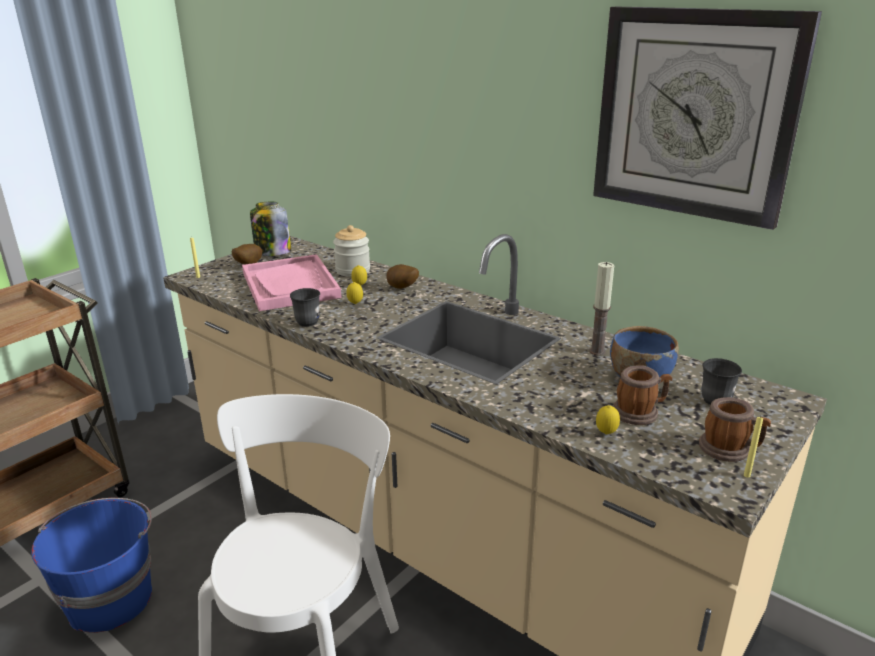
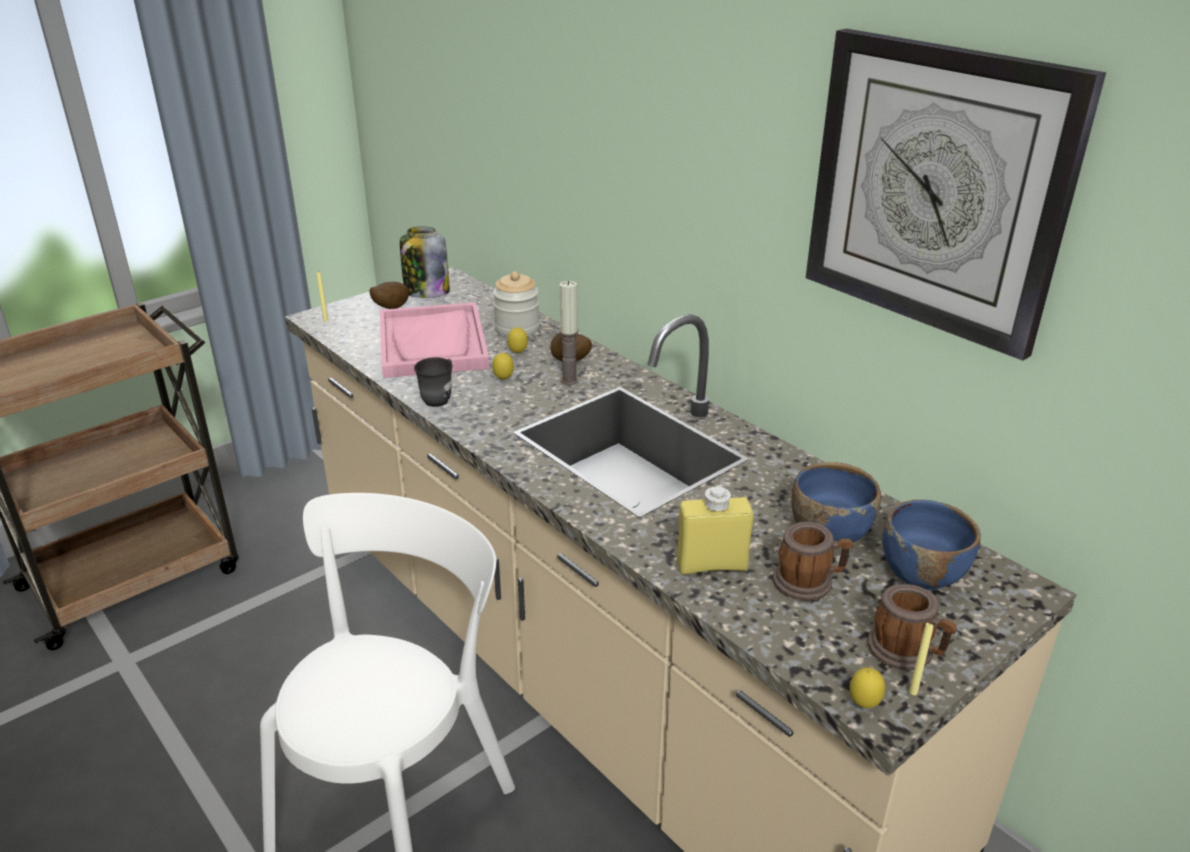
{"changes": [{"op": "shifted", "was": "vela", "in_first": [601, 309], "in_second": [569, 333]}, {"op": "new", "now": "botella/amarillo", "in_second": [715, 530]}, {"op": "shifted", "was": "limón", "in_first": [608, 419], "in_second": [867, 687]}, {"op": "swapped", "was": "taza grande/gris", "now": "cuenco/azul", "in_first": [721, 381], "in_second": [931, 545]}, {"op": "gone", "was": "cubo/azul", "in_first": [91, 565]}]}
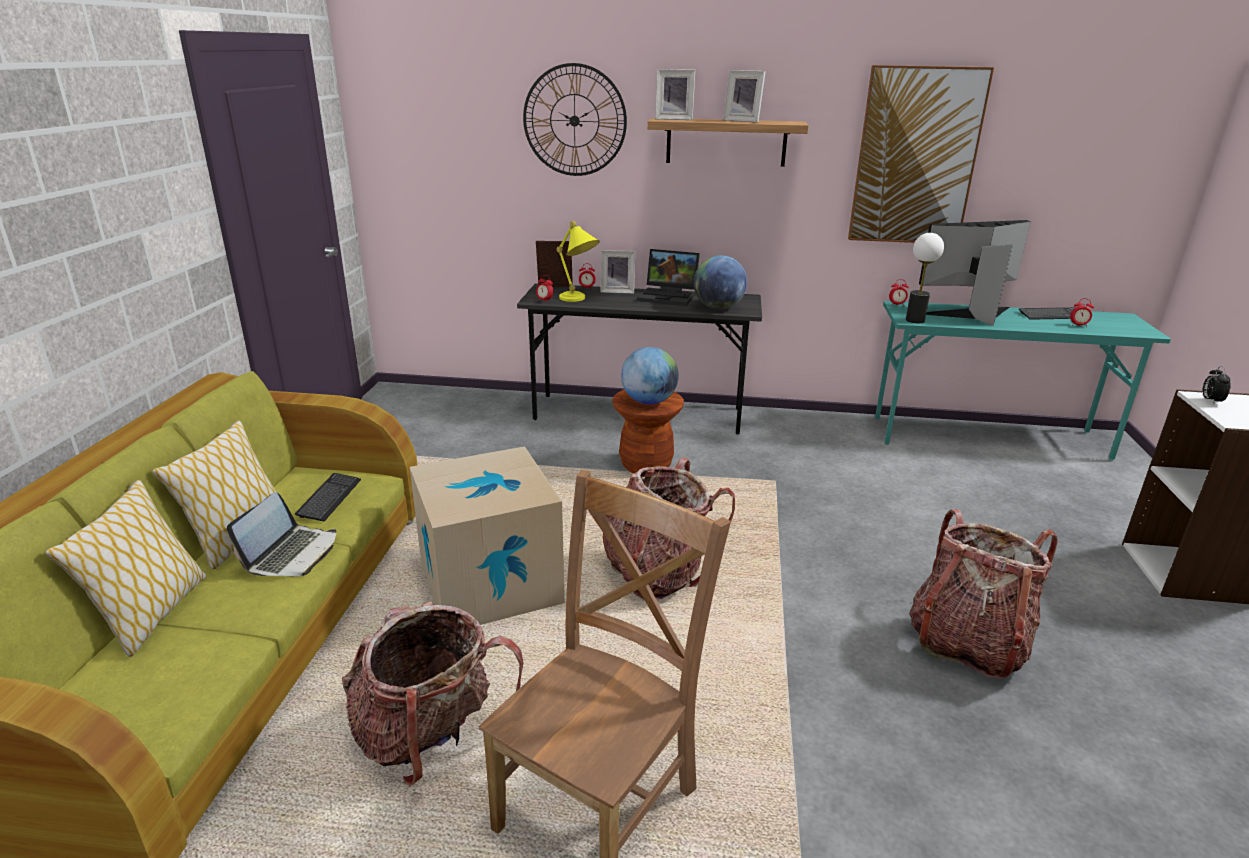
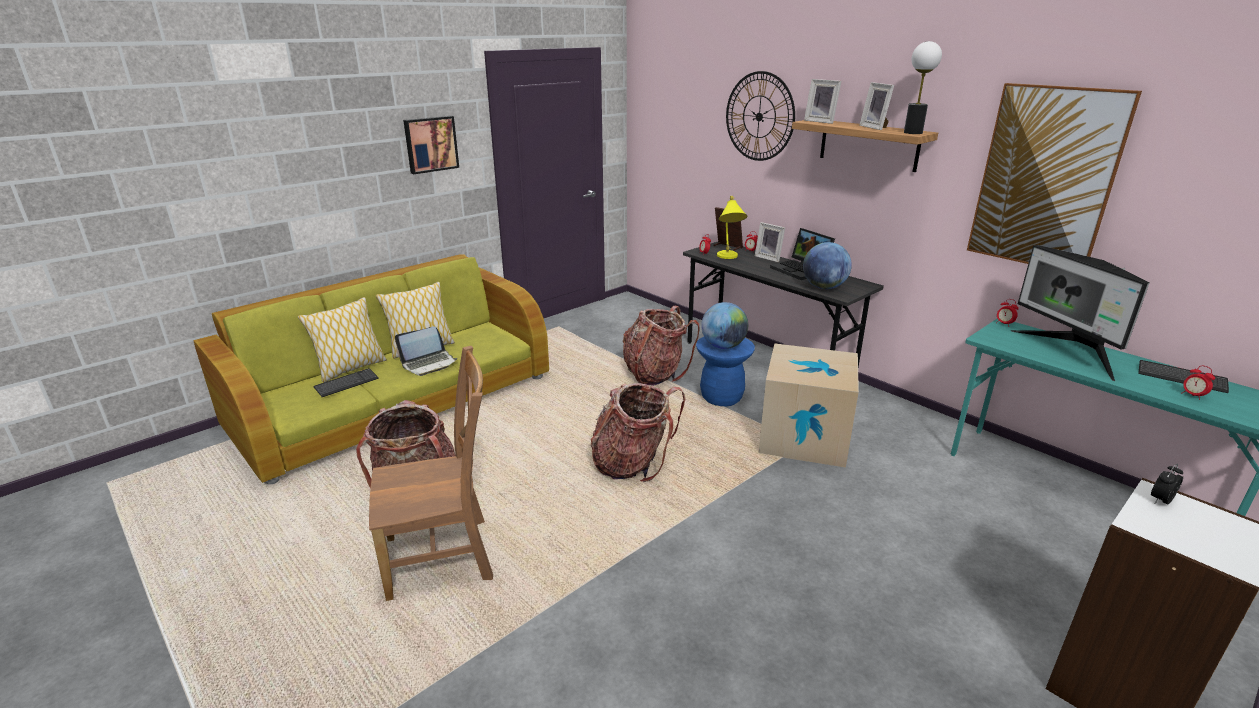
{"changes": [{"op": "shifted", "was": "teclado", "in_first": [328, 497], "in_second": [346, 382]}, {"op": "new", "now": "cuadro", "in_second": [431, 145]}, {"op": "shifted", "was": "mochila", "in_first": [983, 594], "in_second": [660, 346]}, {"op": "repainted", "was": "taburete/marrón", "now": "taburete/azul", "in_first": [648, 432], "in_second": [725, 372]}, {"op": "shifted", "was": "caja de cartón", "in_first": [487, 535], "in_second": [809, 405]}, {"op": "shifted", "was": "lámpara de mesa", "in_first": [925, 278], "in_second": [923, 87]}, {"op": "rotated", "was": "monitor", "in_first": [975, 273], "in_second": [1080, 313], "clockwise": -135}]}
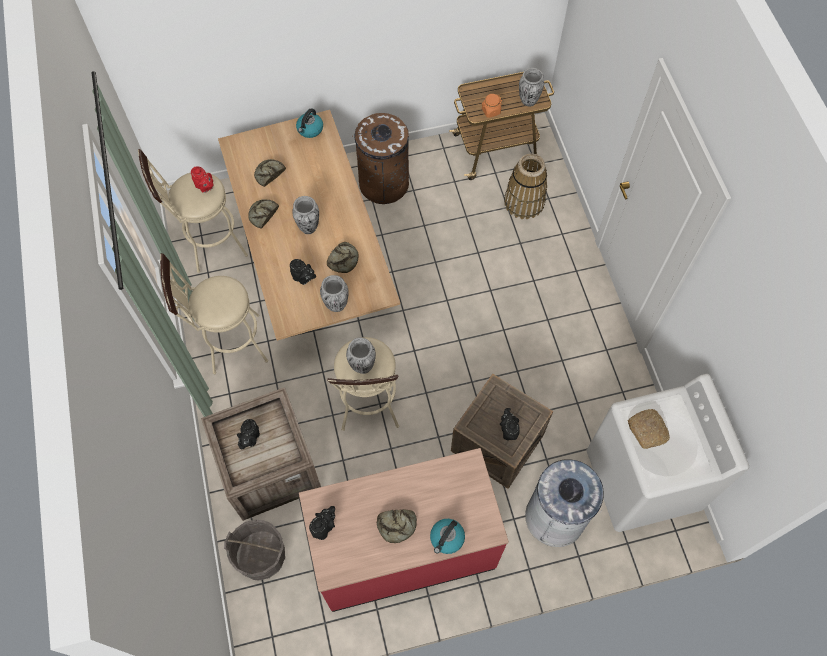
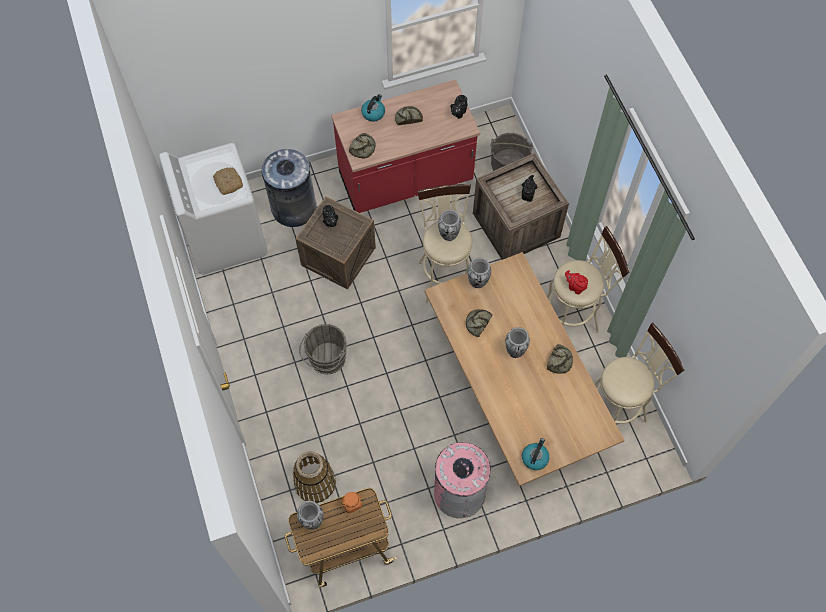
{"changes": [{"op": "new", "now": "cubo/gris", "in_second": [323, 349]}, {"op": "shifted", "was": "pan", "in_first": [270, 173], "in_second": [362, 145]}, {"op": "repainted", "was": "papelera/marrón", "now": "papelera/rosa", "in_first": [380, 158], "in_second": [462, 480]}, {"op": "shifted", "was": "tetera/rojo", "in_first": [202, 179], "in_second": [576, 282]}, {"op": "gone", "was": "tetera/negro", "in_first": [303, 272]}]}
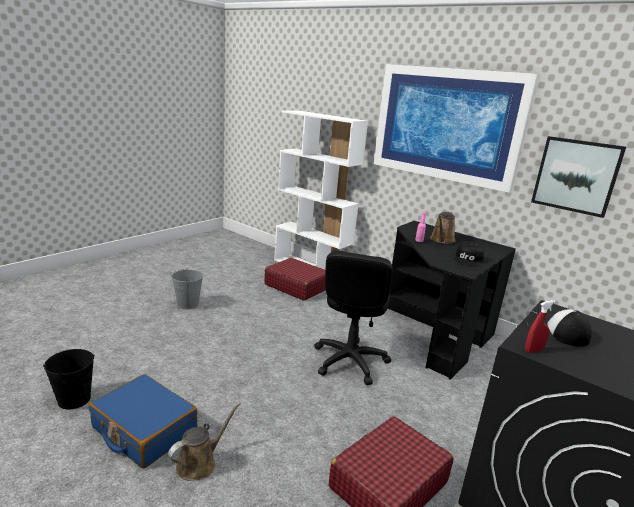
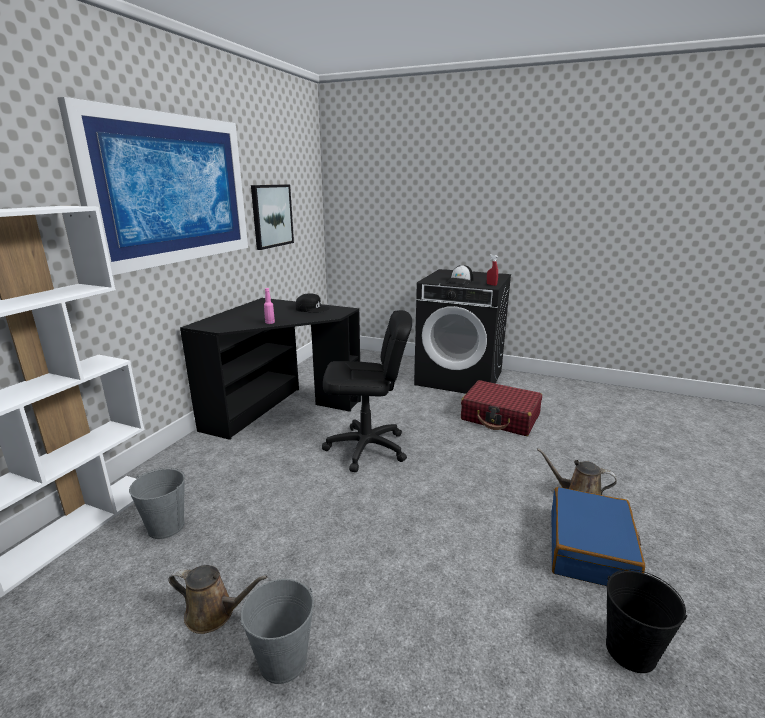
{"changes": [{"op": "swapped", "was": "maleta/rojo", "now": "cubo/gris", "in_first": [295, 279], "in_second": [157, 503]}, {"op": "shifted", "was": "regadera/marrón", "in_first": [442, 228], "in_second": [217, 599]}]}
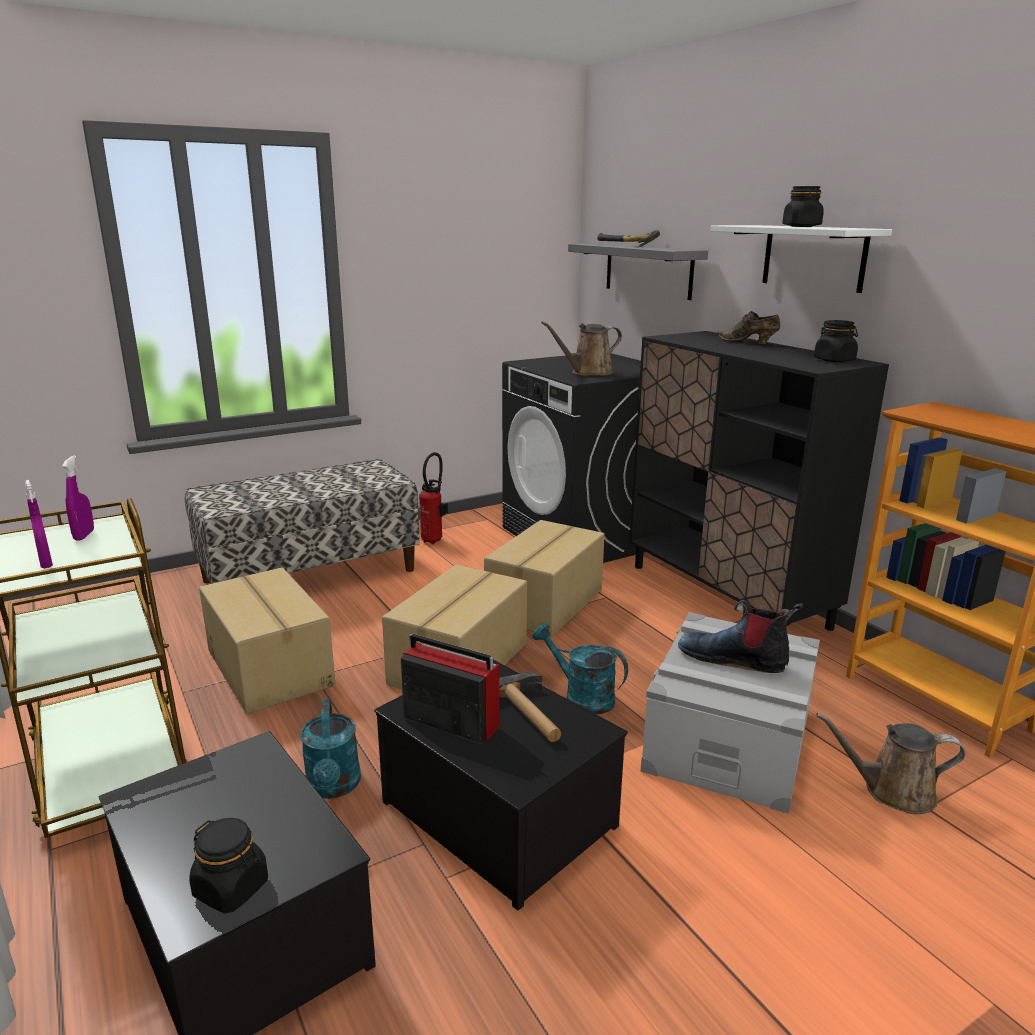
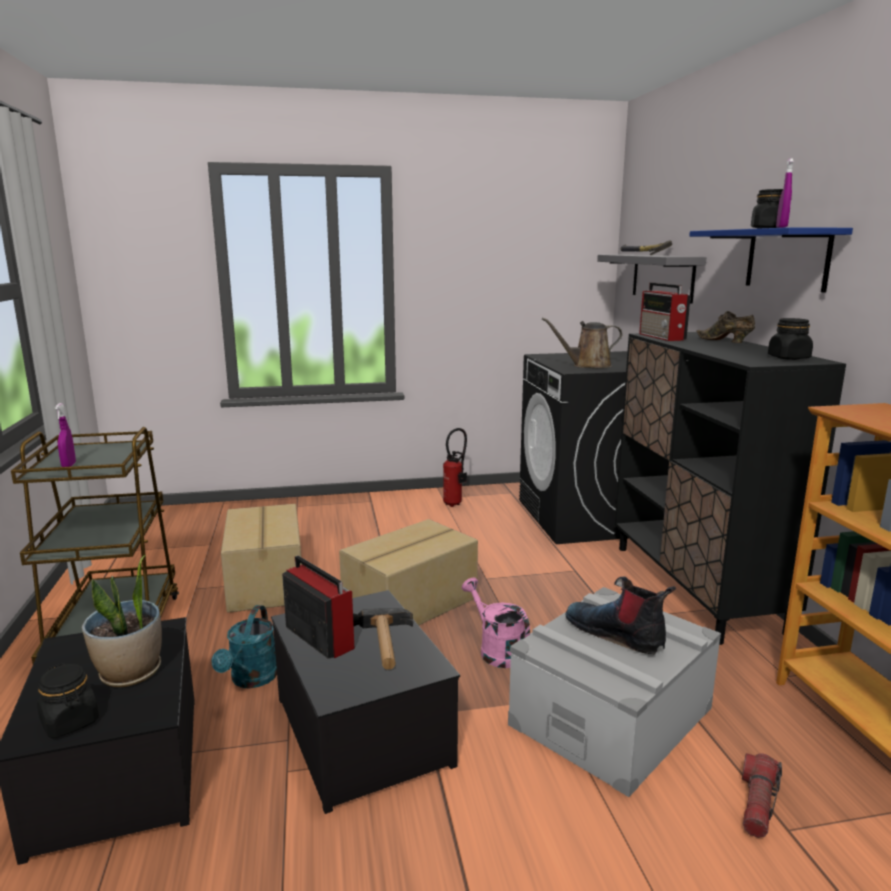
{"changes": [{"op": "new", "now": "planta en maceta", "in_second": [122, 621]}, {"op": "repainted", "was": "regadera/turquesa", "now": "regadera/rosa", "in_first": [580, 668], "in_second": [496, 623]}, {"op": "new", "now": "radio", "in_second": [665, 311]}, {"op": "repainted", "was": "estante/blanco", "now": "estante/azul", "in_first": [801, 259], "in_second": [771, 260]}, {"op": "swapped", "was": "regadera/marrón", "now": "linterna", "in_first": [890, 763], "in_second": [762, 795]}, {"op": "shifted", "was": "pulverizador/morado", "in_first": [78, 498], "in_second": [785, 193]}, {"op": "gone", "was": "banco", "in_first": [302, 521]}, {"op": "gone", "was": "caja de cartón", "in_first": [544, 578]}]}
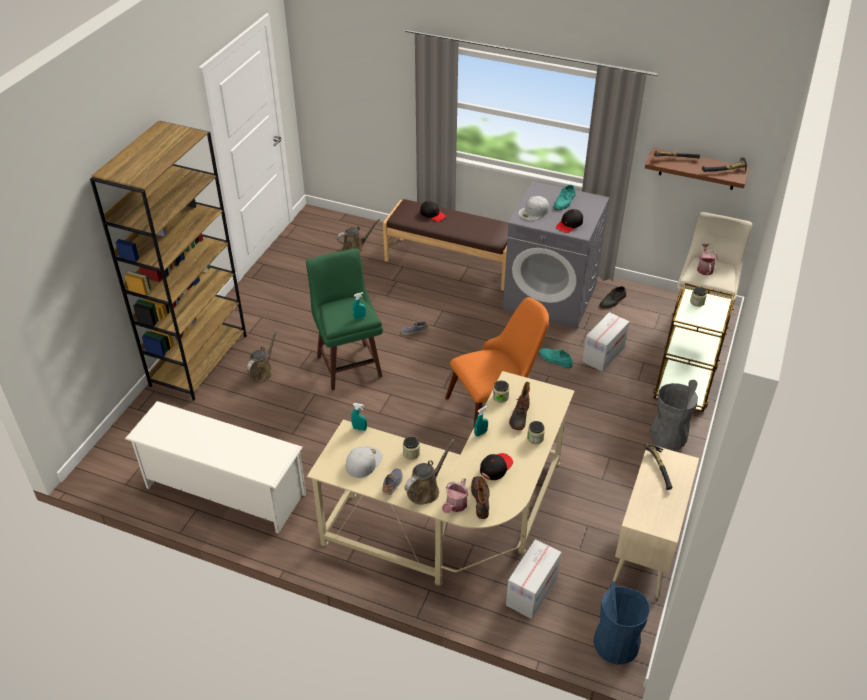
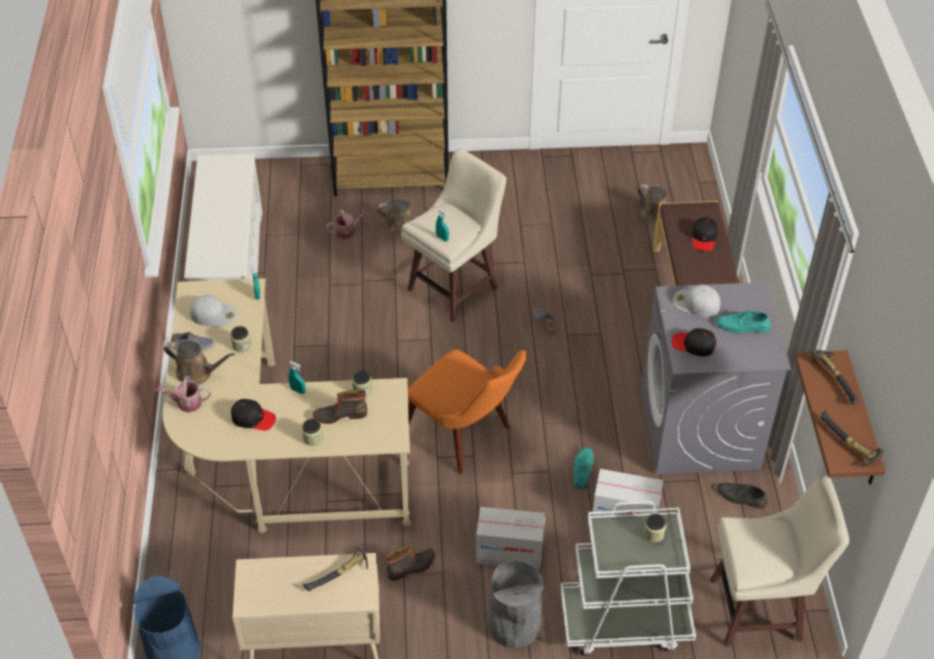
{"changes": [{"op": "shifted", "was": "regadera", "in_first": [707, 259], "in_second": [347, 224]}, {"op": "shifted", "was": "bota", "in_first": [480, 497], "in_second": [410, 563]}, {"op": "repainted", "was": "taburete/verde", "now": "taburete/beis", "in_first": [344, 319], "in_second": [454, 235]}, {"op": "shifted", "was": "caja de cartón", "in_first": [533, 579], "in_second": [510, 538]}, {"op": "repainted", "was": "carrito/marrón", "now": "carrito/blanco", "in_first": [693, 347], "in_second": [628, 578]}]}
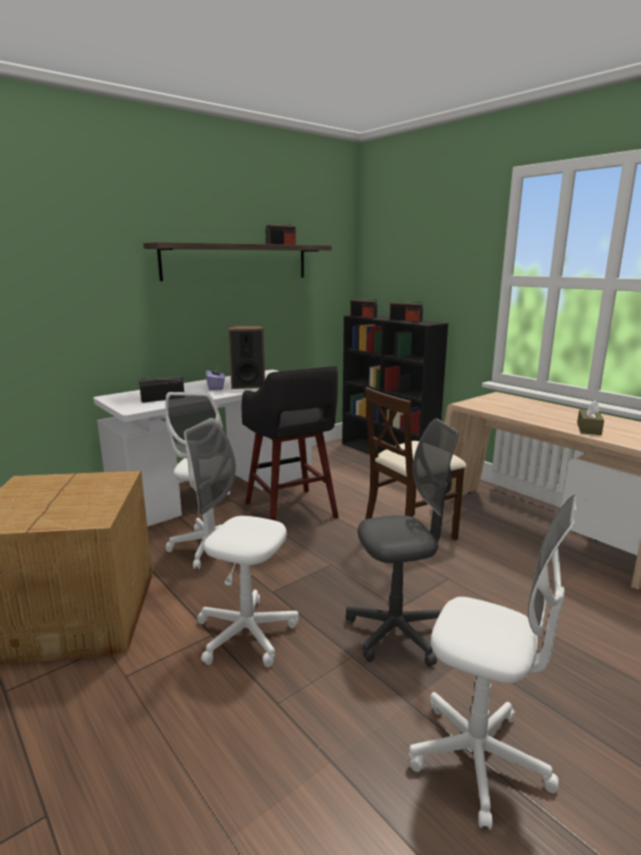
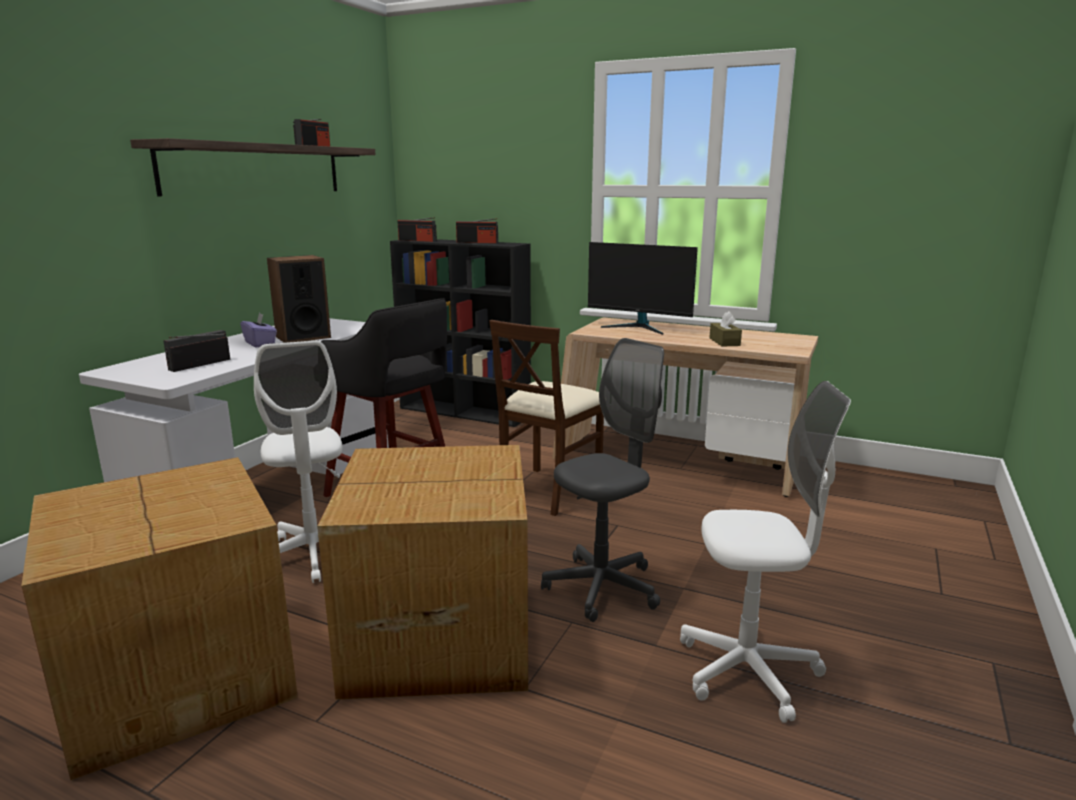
{"changes": [{"op": "swapped", "was": "silla de oficina/blanco", "now": "caja de cartón", "in_first": [241, 542], "in_second": [422, 572]}, {"op": "new", "now": "monitor", "in_second": [643, 288]}]}
